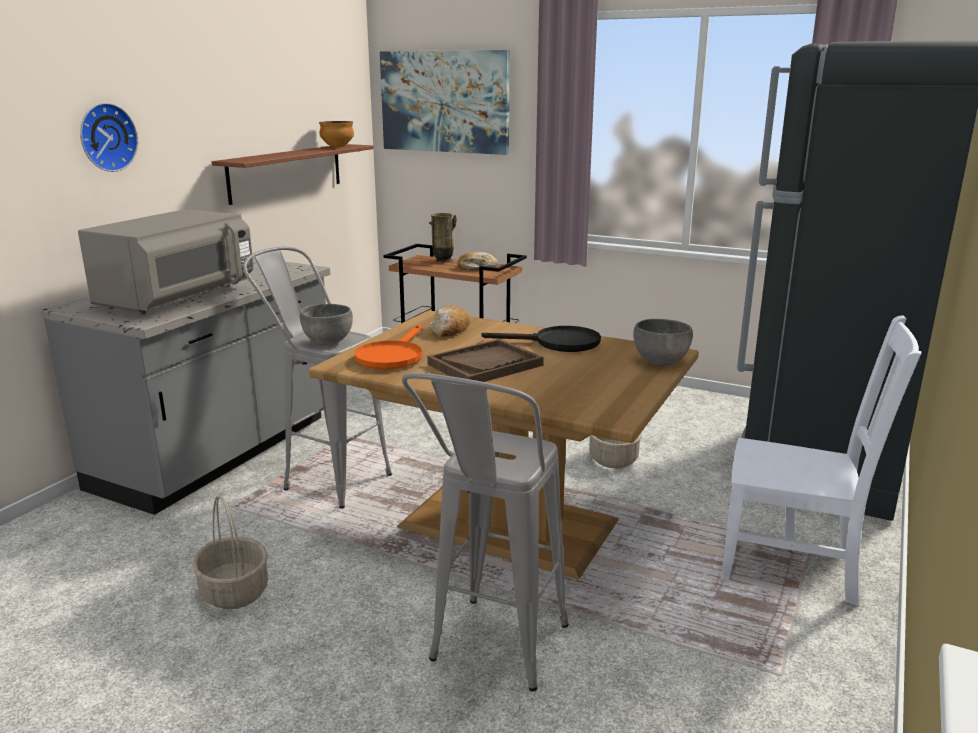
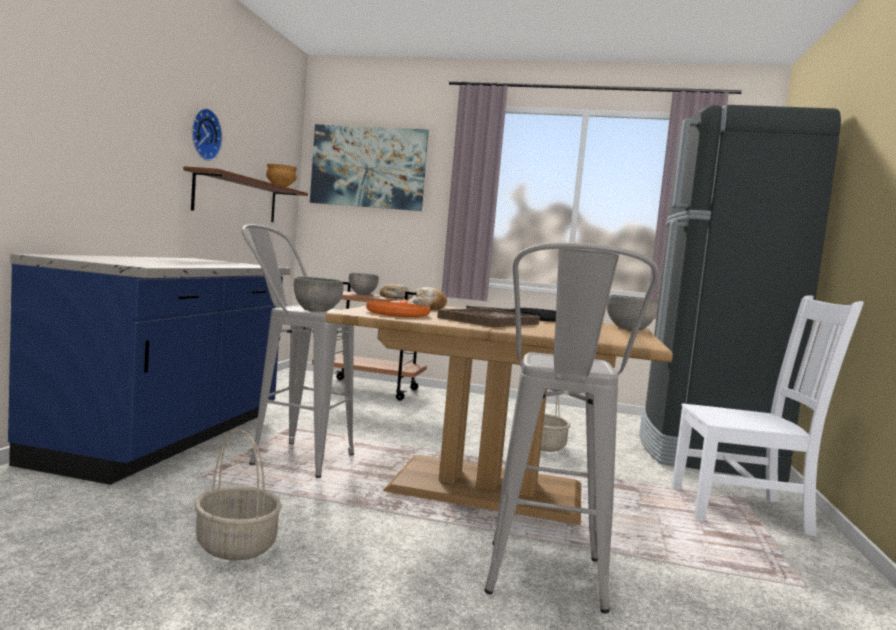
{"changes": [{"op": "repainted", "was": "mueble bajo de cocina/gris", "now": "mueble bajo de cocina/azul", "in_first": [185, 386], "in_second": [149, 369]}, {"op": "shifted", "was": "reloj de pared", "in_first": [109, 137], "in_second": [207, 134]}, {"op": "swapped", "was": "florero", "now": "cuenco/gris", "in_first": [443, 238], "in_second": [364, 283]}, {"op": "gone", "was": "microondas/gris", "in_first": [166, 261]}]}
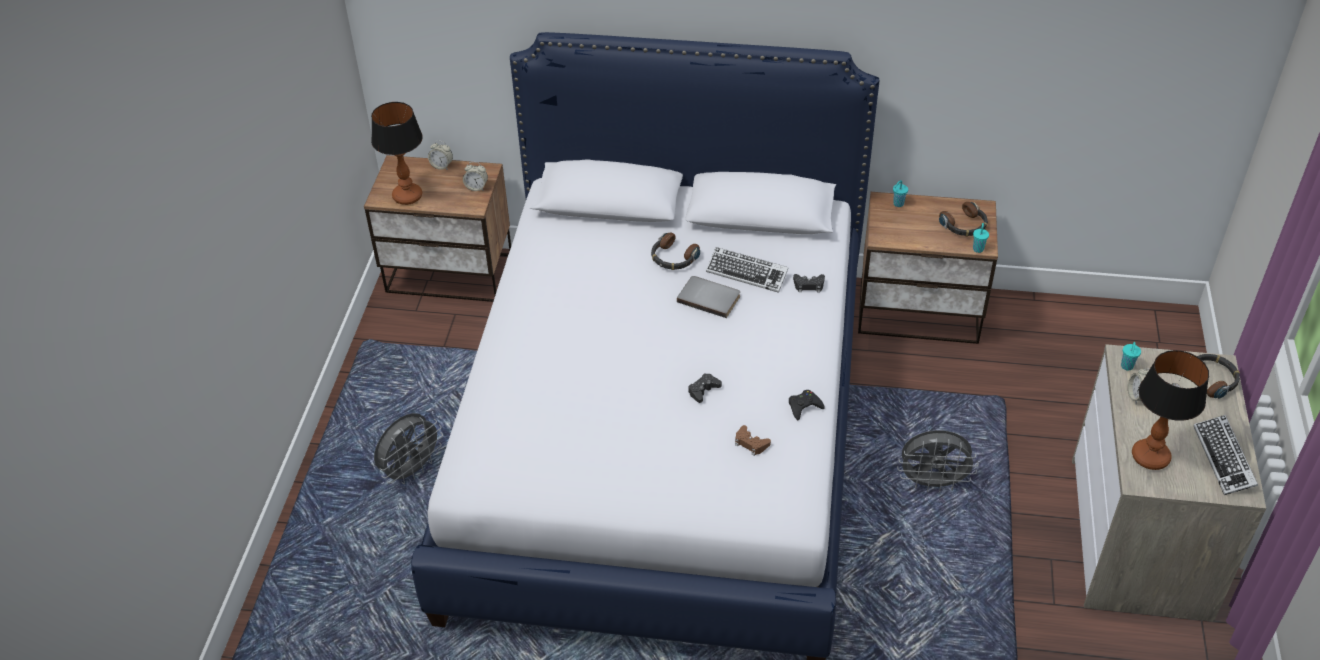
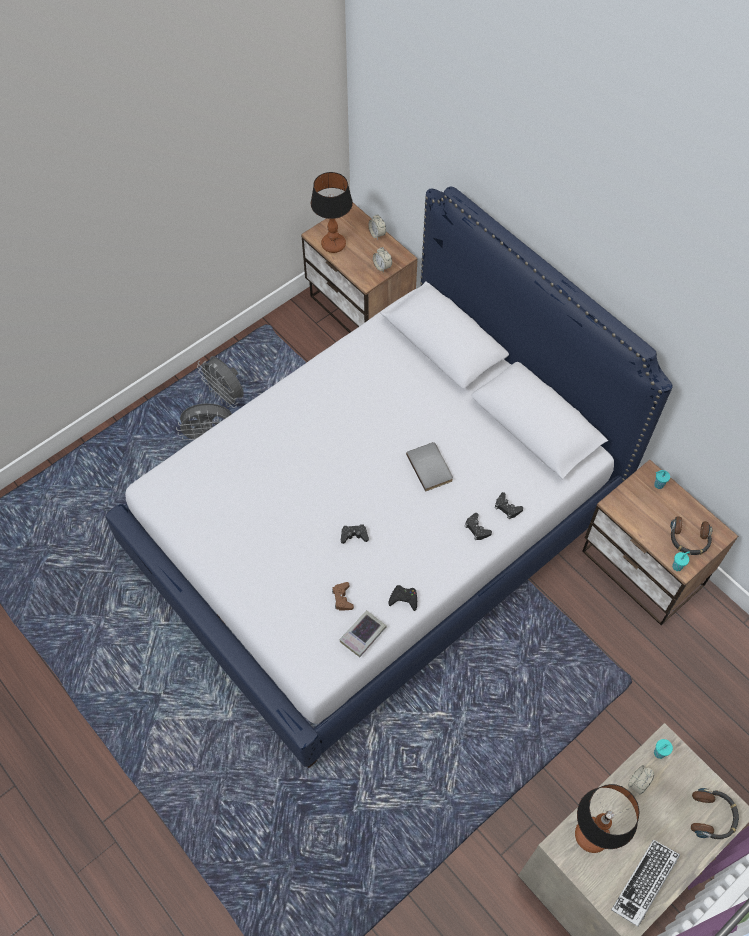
{"changes": [{"op": "shifted", "was": "ventilador/gris", "in_first": [938, 461], "in_second": [220, 382]}, {"op": "new", "now": "libro", "in_second": [362, 633]}, {"op": "new", "now": "mando de consola/negro", "in_second": [478, 526]}, {"op": "gone", "was": "auriculares", "in_first": [675, 251]}, {"op": "gone", "was": "teclado", "in_first": [747, 270]}]}
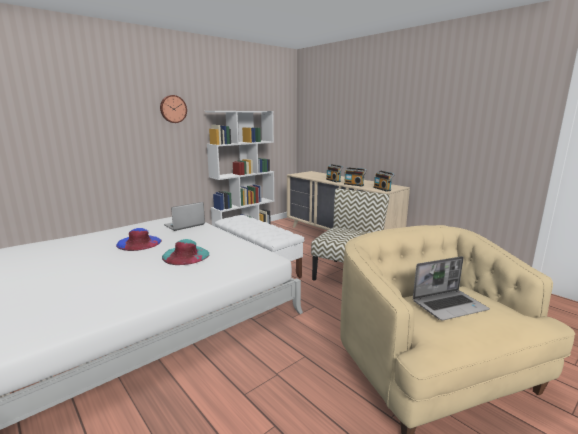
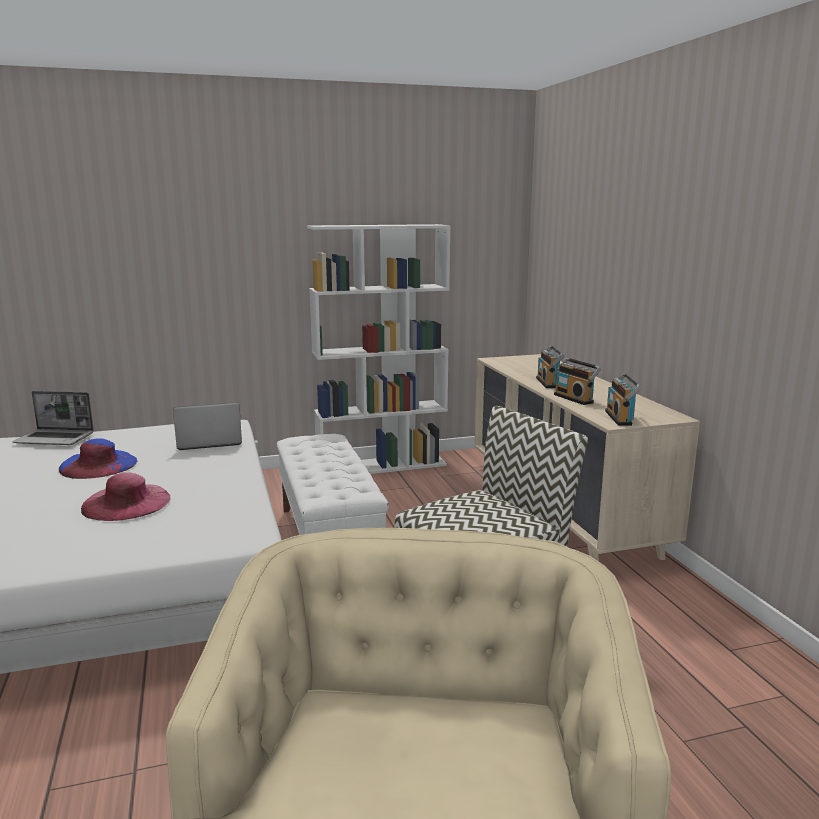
{"changes": [{"op": "shifted", "was": "portátil", "in_first": [451, 288], "in_second": [53, 418]}, {"op": "repainted", "was": "sombrero/turquesa", "now": "sombrero/rosa", "in_first": [185, 252], "in_second": [126, 496]}, {"op": "gone", "was": "reloj de pared", "in_first": [173, 109]}]}
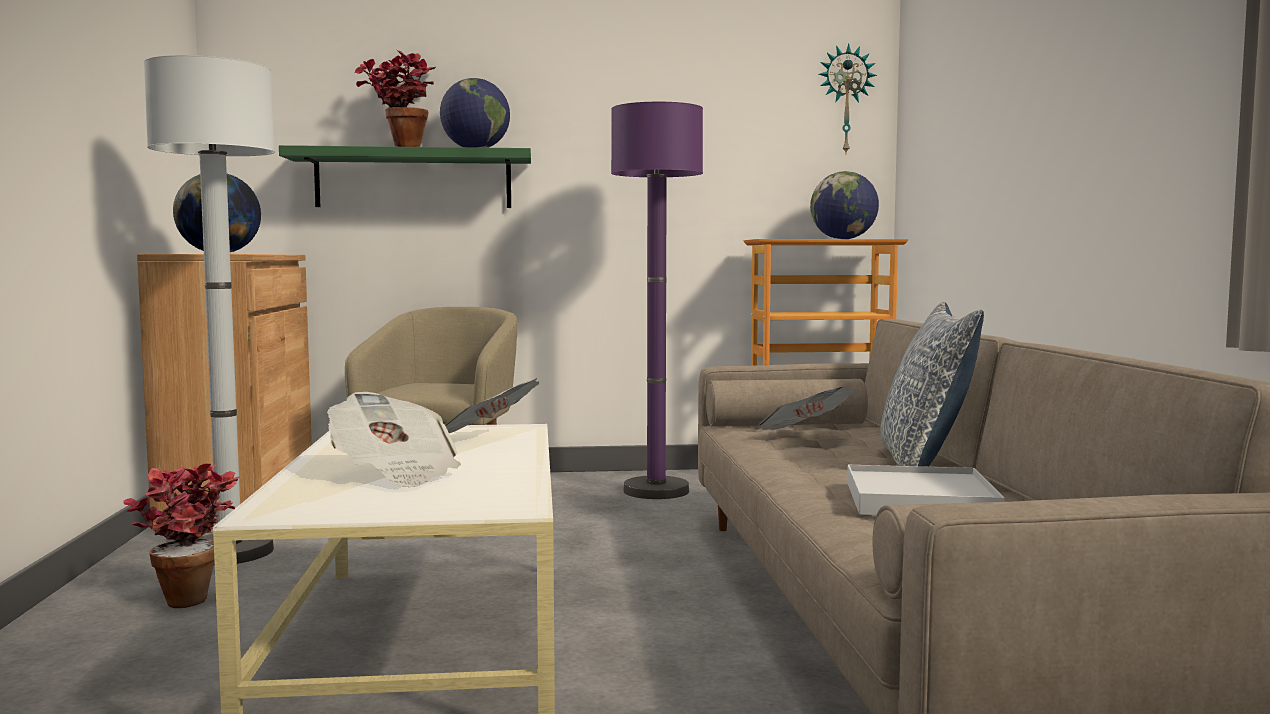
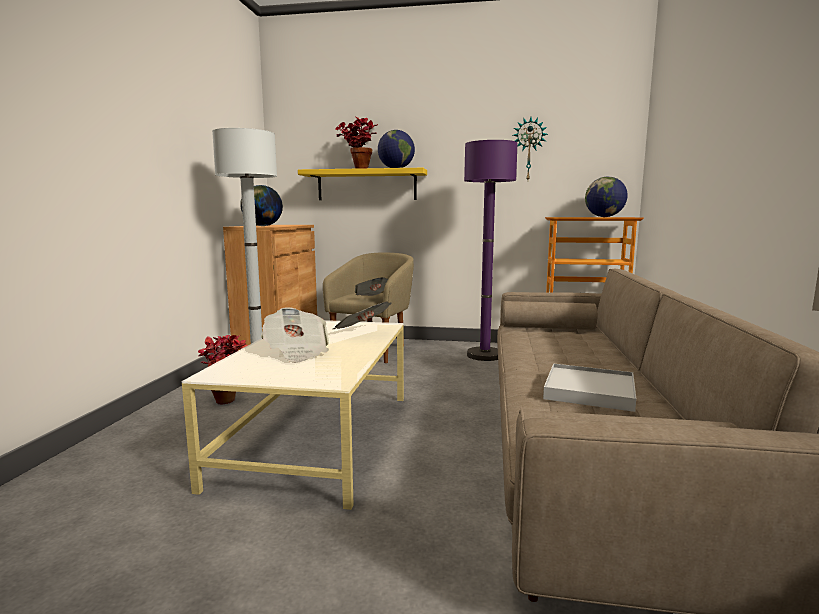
{"changes": [{"op": "repainted", "was": "estante/verde", "now": "estante/amarillo", "in_first": [405, 176], "in_second": [362, 184]}, {"op": "shifted", "was": "periódico", "in_first": [803, 408], "in_second": [371, 286]}, {"op": "shifted", "was": "reloj de pared", "in_first": [848, 98], "in_second": [530, 148]}, {"op": "gone", "was": "cojín", "in_first": [932, 384]}]}
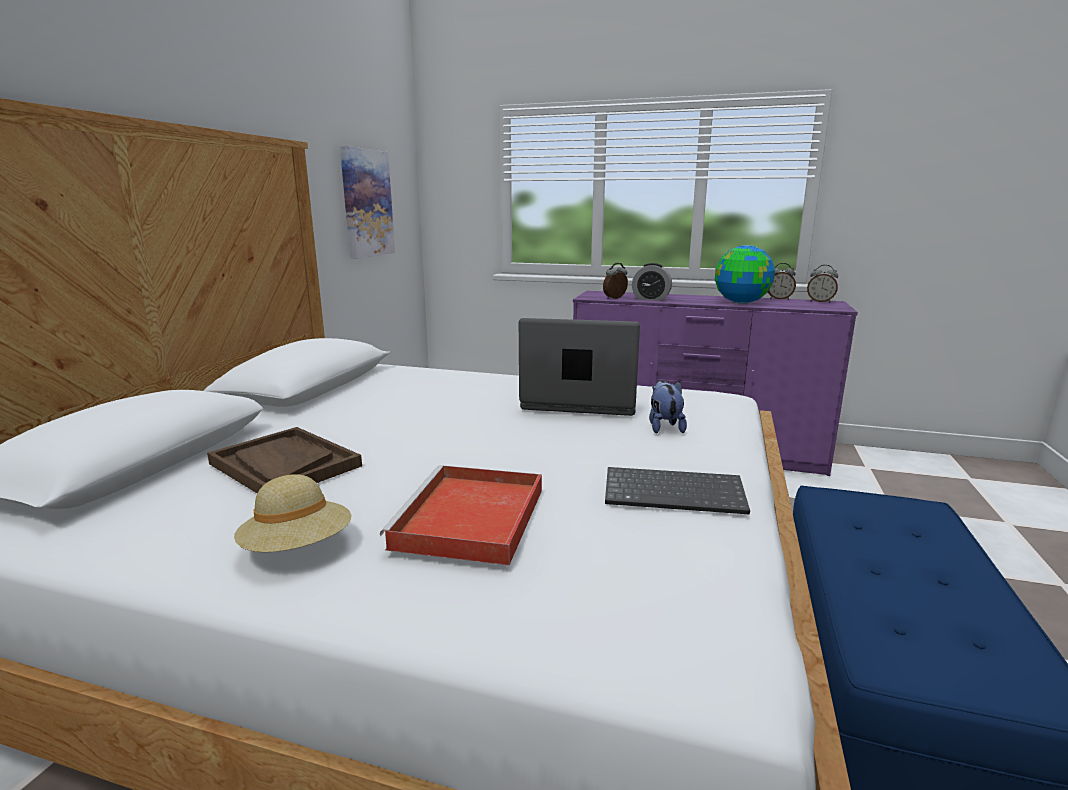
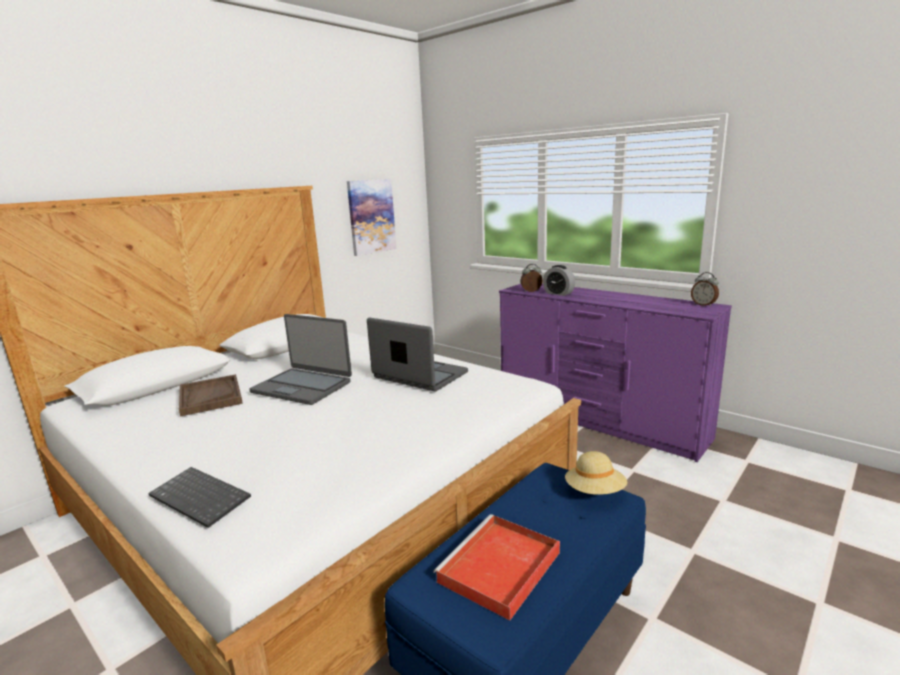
{"changes": [{"op": "shifted", "was": "teclado", "in_first": [677, 491], "in_second": [199, 497]}, {"op": "new", "now": "portátil", "in_second": [301, 359]}, {"op": "shifted", "was": "bandeja/rojo", "in_first": [461, 515], "in_second": [496, 567]}, {"op": "shifted", "was": "sombrero/beis", "in_first": [292, 513], "in_second": [596, 473]}, {"op": "gone", "was": "peluche", "in_first": [668, 406]}, {"op": "gone", "was": "globo terráqueo", "in_first": [745, 274]}, {"op": "gone", "was": "despertador", "in_first": [782, 281]}]}
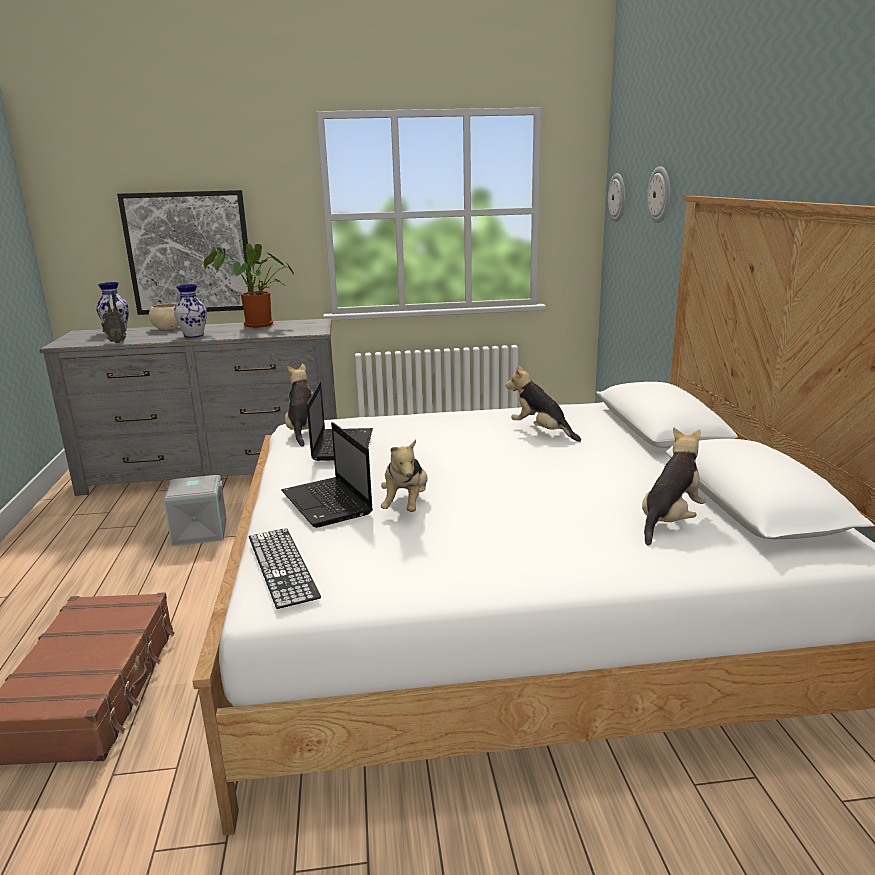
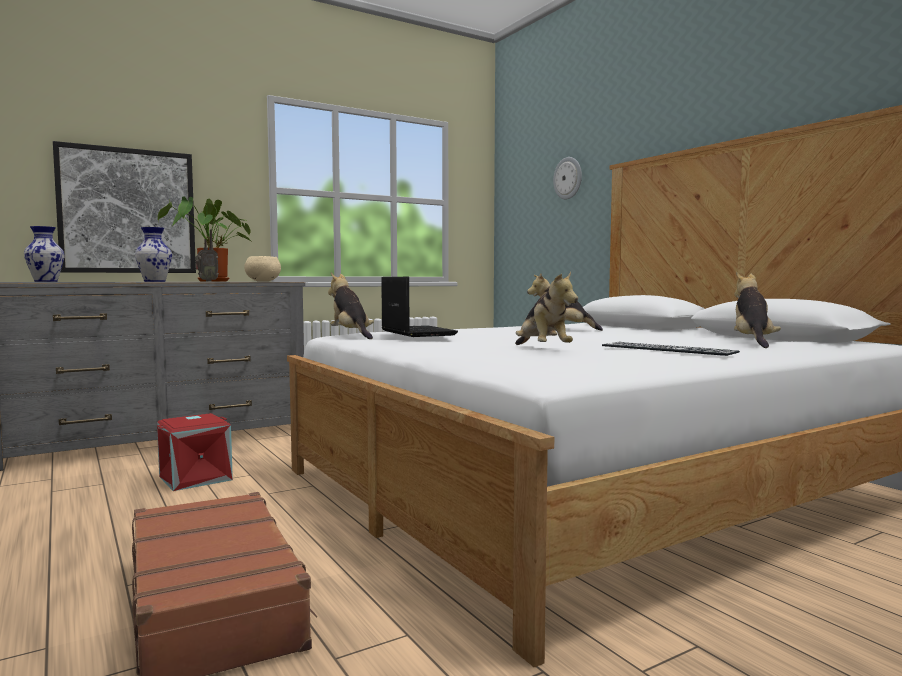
{"changes": [{"op": "repainted", "was": "caja de almacenaje/gris", "now": "caja de almacenaje/rojo", "in_first": [195, 510], "in_second": [195, 452]}, {"op": "shifted", "was": "radio", "in_first": [114, 317], "in_second": [207, 255]}, {"op": "shifted", "was": "cuenco/beis", "in_first": [164, 316], "in_second": [262, 269]}, {"op": "shifted", "was": "teclado", "in_first": [285, 568], "in_second": [671, 349]}, {"op": "gone", "was": "portátil", "in_first": [327, 475]}, {"op": "gone", "was": "reloj de pared", "in_first": [617, 197]}]}
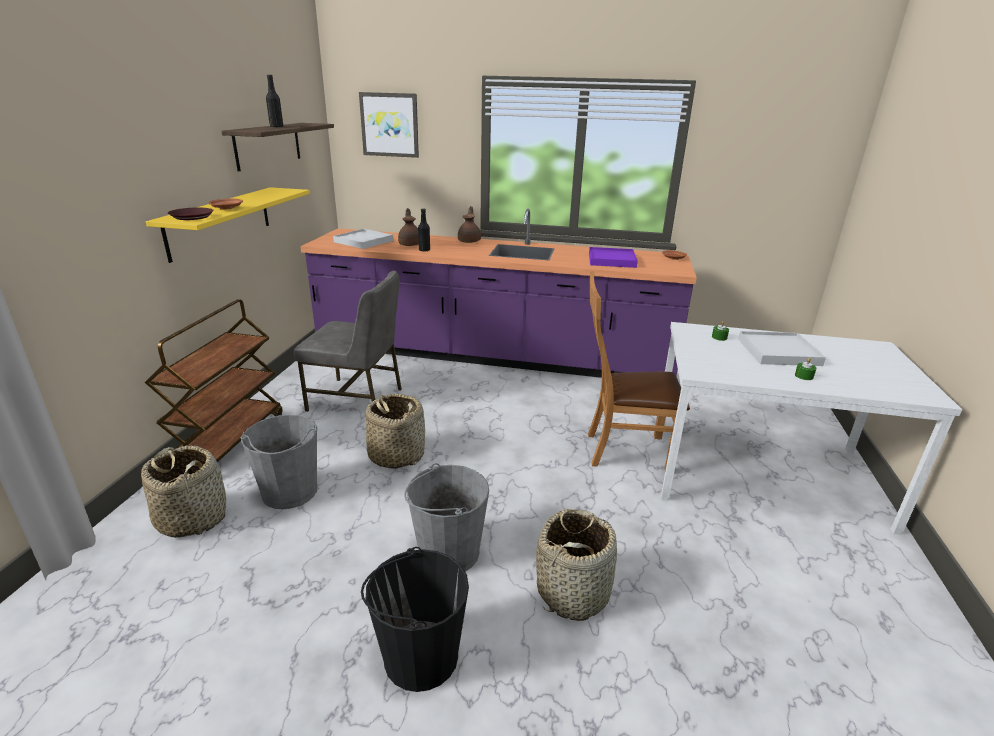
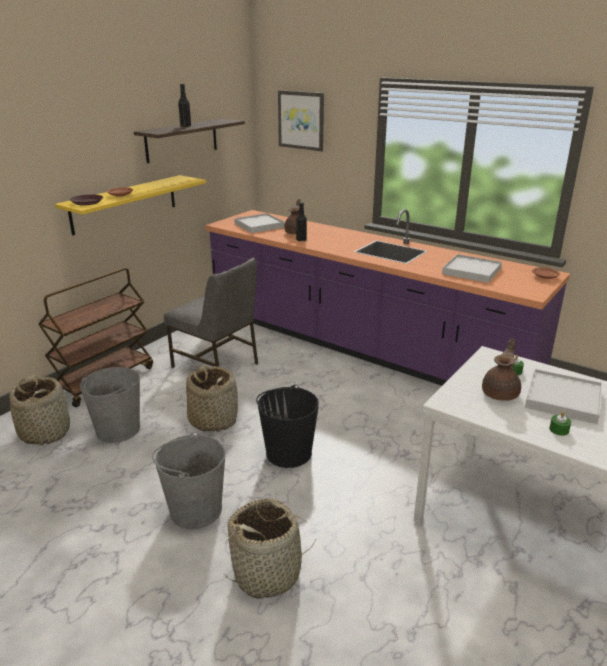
{"changes": [{"op": "shifted", "was": "cubo/negro", "in_first": [415, 619], "in_second": [287, 426]}, {"op": "repainted", "was": "bandeja/morado", "now": "bandeja/blanco", "in_first": [613, 257], "in_second": [472, 268]}, {"op": "shifted", "was": "tetera/marrón", "in_first": [469, 224], "in_second": [501, 369]}, {"op": "gone", "was": "silla/marrón", "in_first": [639, 371]}]}
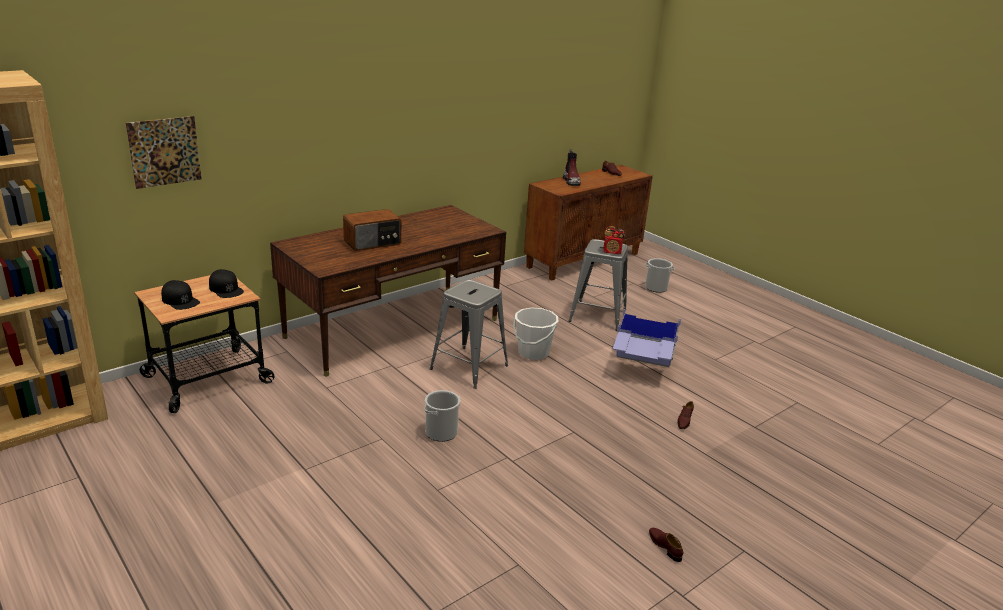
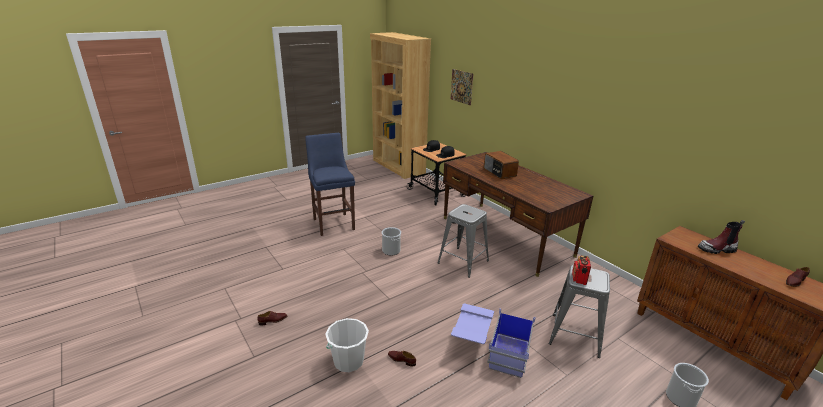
{"changes": [{"op": "new", "now": "taburete/azul", "in_second": [330, 184]}, {"op": "shifted", "was": "cubo/blanco", "in_first": [535, 333], "in_second": [347, 345]}]}
